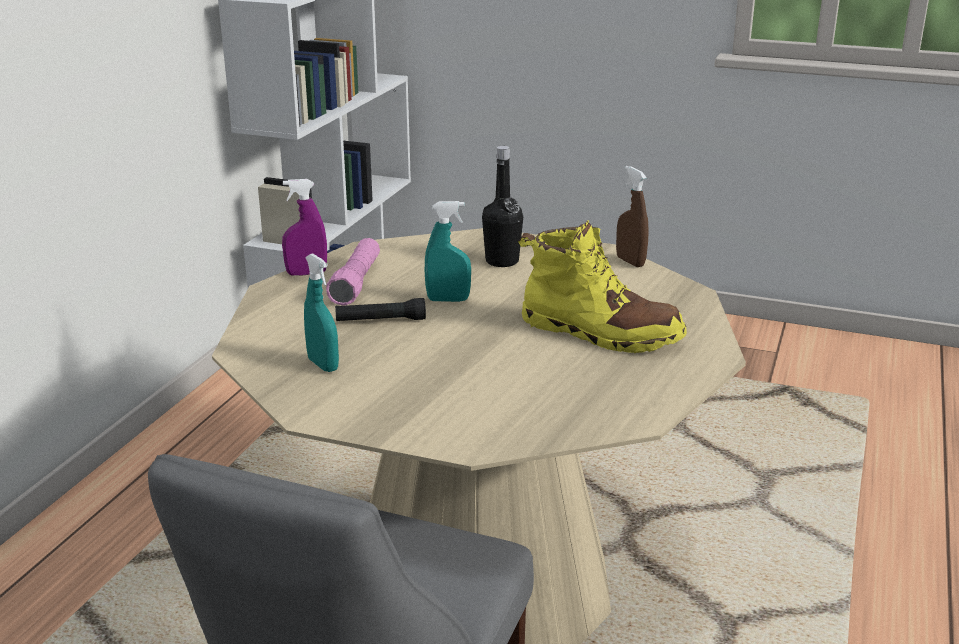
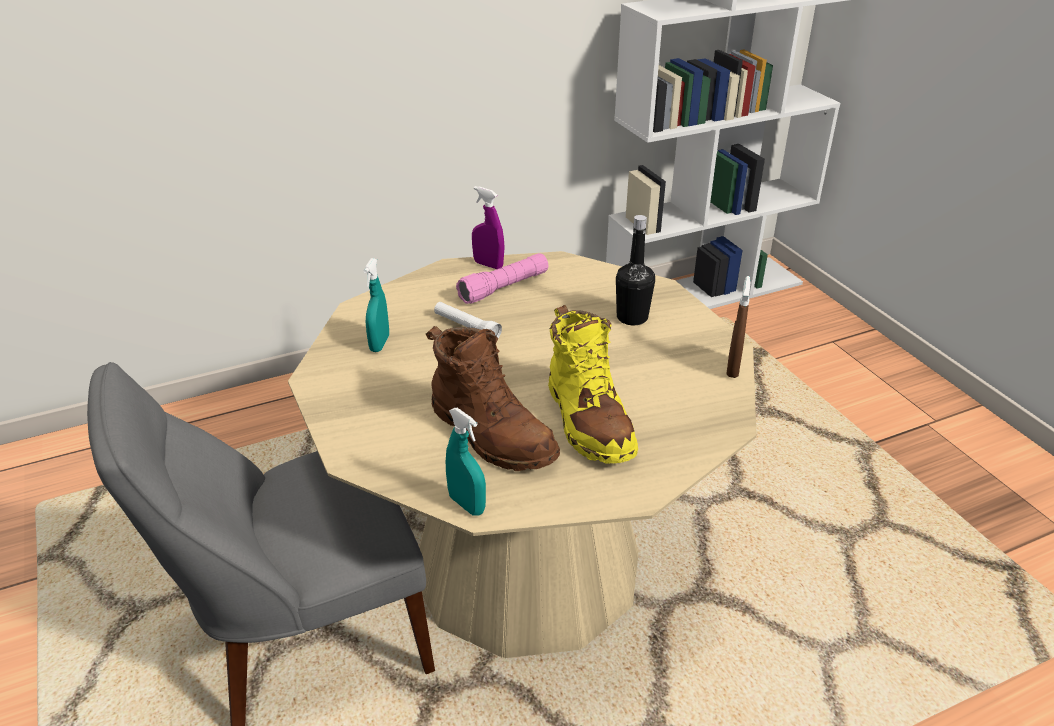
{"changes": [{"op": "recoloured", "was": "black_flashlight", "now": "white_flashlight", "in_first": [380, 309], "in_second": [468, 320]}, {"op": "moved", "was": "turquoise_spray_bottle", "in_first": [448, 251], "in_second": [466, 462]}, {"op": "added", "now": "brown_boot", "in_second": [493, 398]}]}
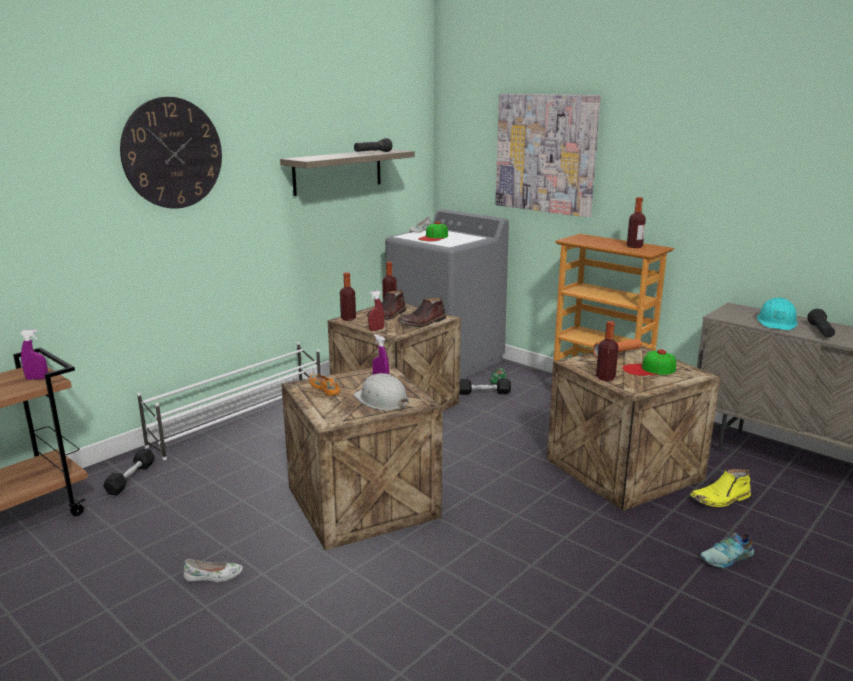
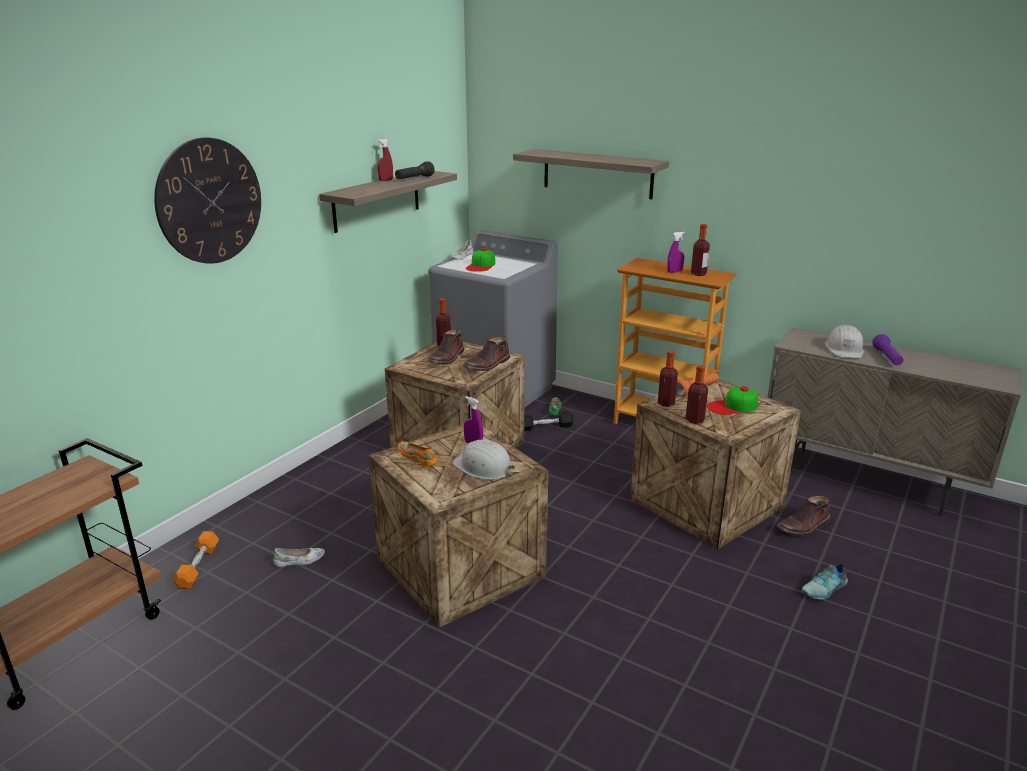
{"changes": [{"op": "moved", "was": "purple_spray_bottle", "in_first": [34, 355], "in_second": [676, 252]}, {"op": "recoloured", "was": "black_dumbbell", "now": "orange_dumbbell", "in_first": [129, 472], "in_second": [196, 560]}, {"op": "removed", "was": "white_shoe_rack", "in_first": [229, 401]}, {"op": "moved", "was": "white_shoe", "in_first": [213, 570], "in_second": [299, 557]}, {"op": "moved", "was": "bottle", "in_first": [348, 296], "in_second": [668, 378]}, {"op": "moved", "was": "red_spray_bottle", "in_first": [376, 311], "in_second": [385, 159]}, {"op": "replaced", "was": "picture", "now": "shelf", "in_first": [548, 155], "in_second": [591, 174]}, {"op": "recoloured", "was": "yellow_boot", "now": "brown_boot", "in_first": [720, 488], "in_second": [803, 516]}, {"op": "recoloured", "was": "turquoise_hard_hat", "now": "white_hard_hat", "in_first": [777, 313], "in_second": [844, 341]}, {"op": "recoloured", "was": "black_flashlight", "now": "purple_flashlight", "in_first": [821, 323], "in_second": [888, 349]}]}
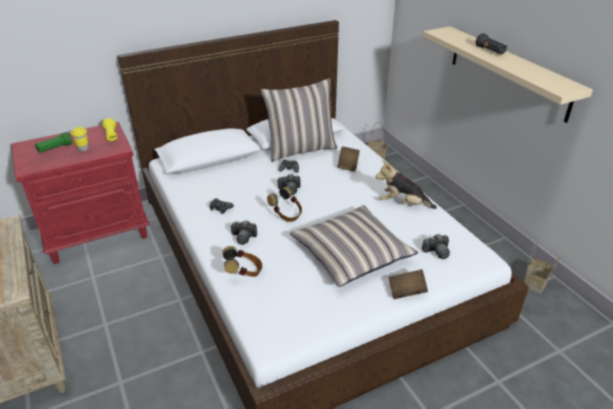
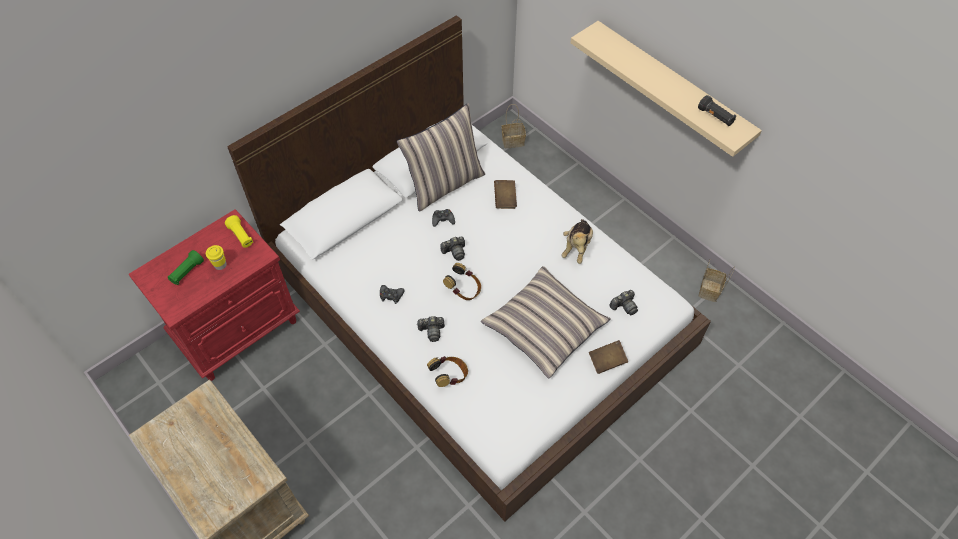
{"changes": [{"op": "turned", "was": "plush_toy", "in_first": [406, 184], "in_second": [577, 241], "clockwise": -75}, {"op": "moved", "was": "black_flashlight", "in_first": [491, 44], "in_second": [717, 110]}]}
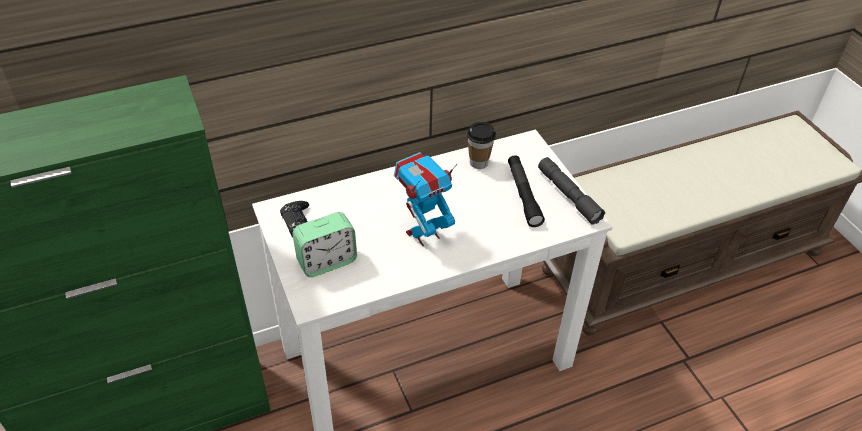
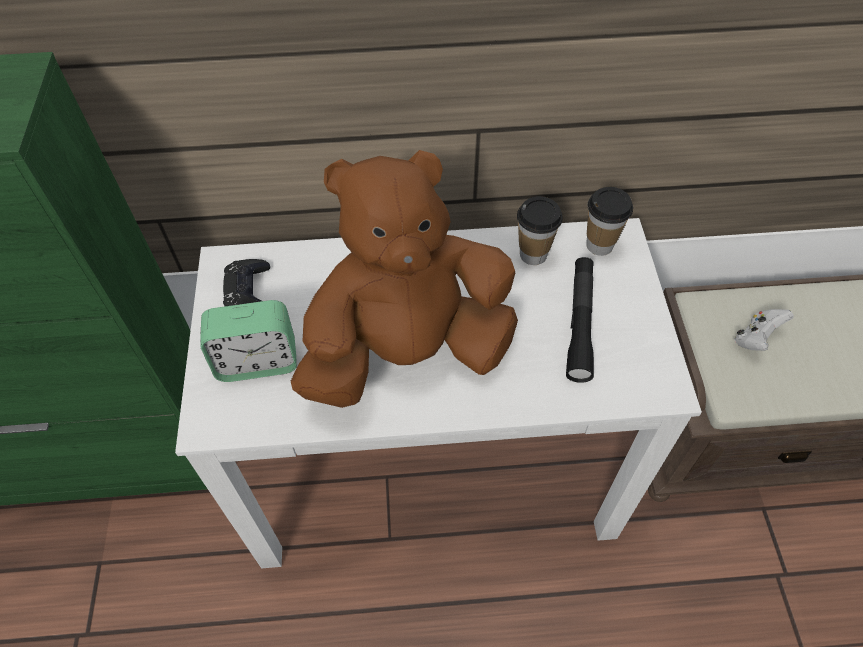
{"changes": [{"op": "replaced", "was": "toy_robot", "now": "brown_plush_toy", "in_first": [425, 199], "in_second": [404, 279]}, {"op": "removed", "was": "grey_flashlight", "in_first": [571, 191]}, {"op": "added", "now": "cup", "in_second": [609, 221]}, {"op": "added", "now": "white_game_controller", "in_second": [764, 330]}]}
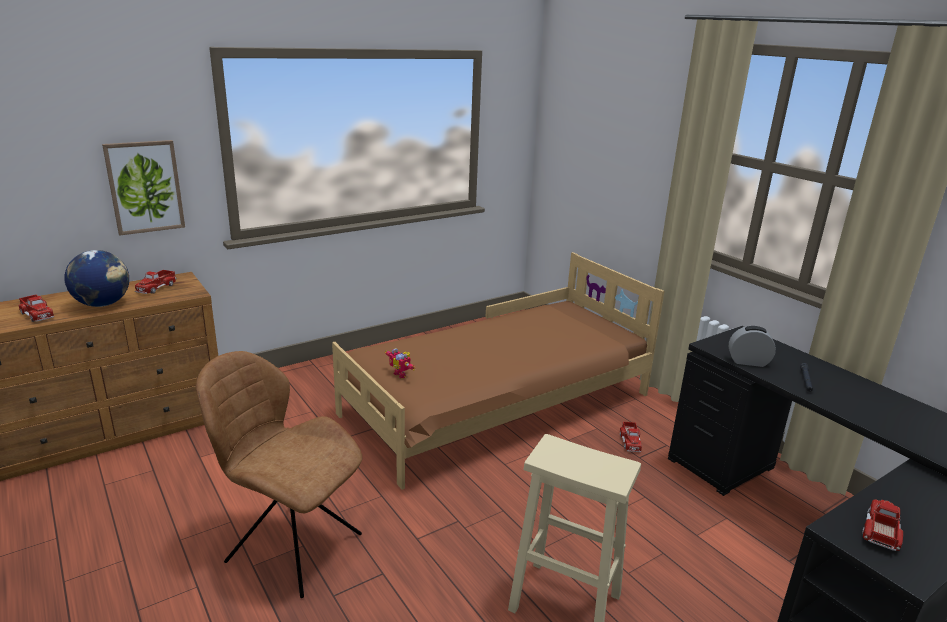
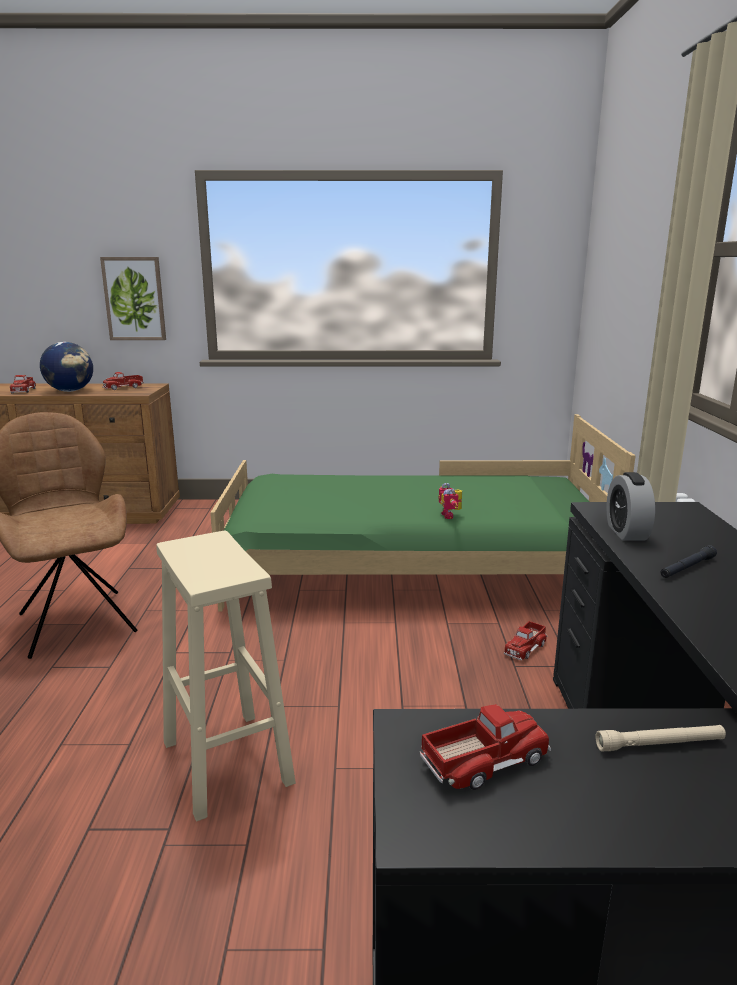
{"changes": [{"op": "recoloured", "was": "brown_bed", "now": "green_bed", "in_first": [498, 371], "in_second": [423, 513]}, {"op": "moved", "was": "toy_robot", "in_first": [400, 363], "in_second": [450, 501]}, {"op": "turned", "was": "alarm_clock", "in_first": [752, 346], "in_second": [631, 506], "clockwise": -135}, {"op": "added", "now": "beige_flashlight", "in_second": [660, 738]}]}
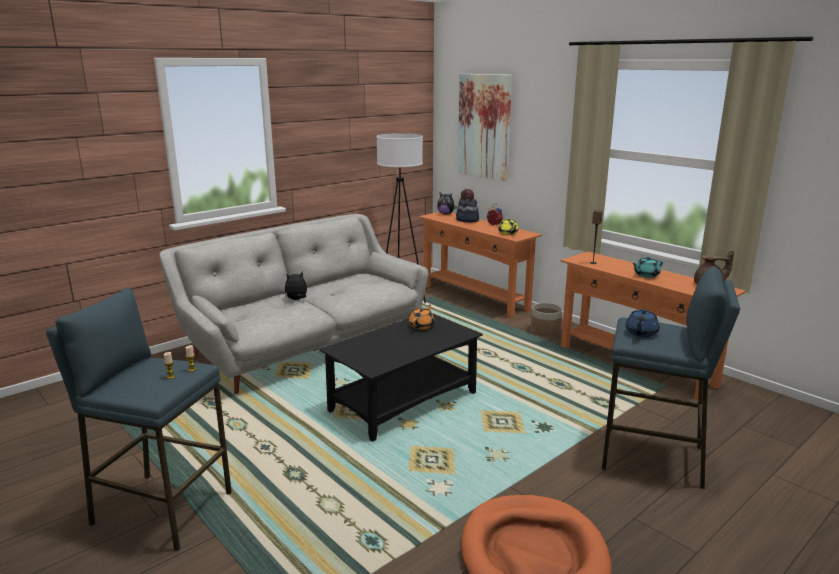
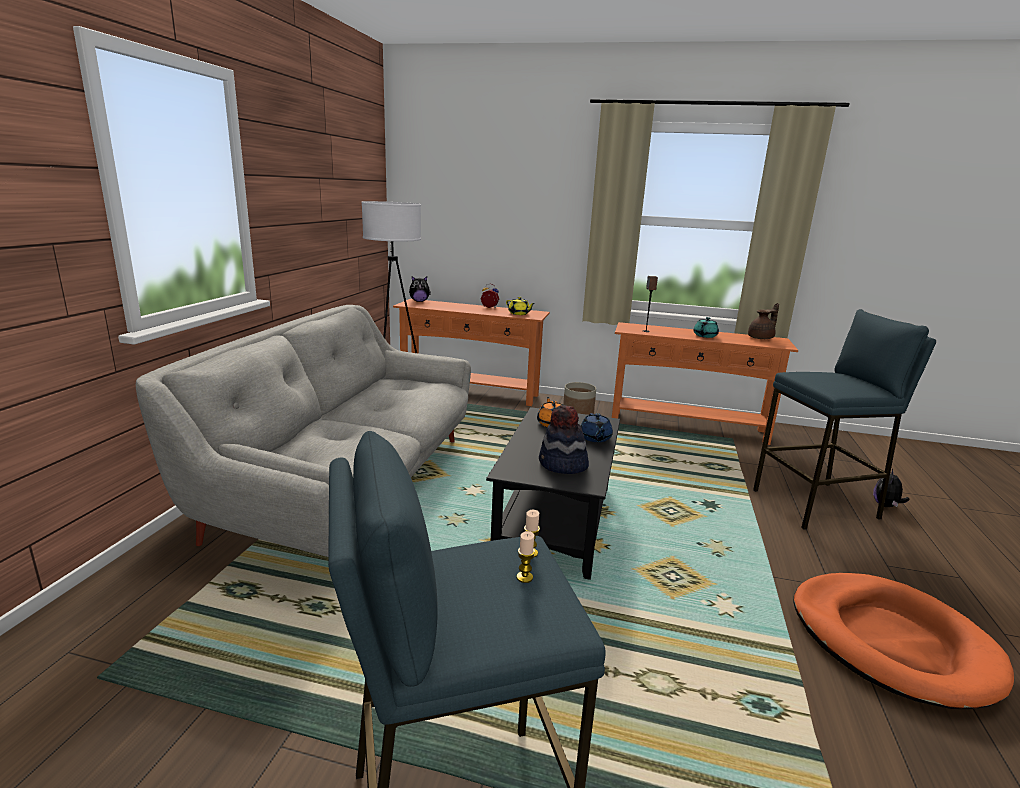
{"changes": [{"op": "moved", "was": "plush_toy", "in_first": [296, 285], "in_second": [891, 488]}, {"op": "moved", "was": "hat", "in_first": [467, 205], "in_second": [564, 439]}, {"op": "removed", "was": "picture", "in_first": [485, 127]}, {"op": "moved", "was": "blue_teapot", "in_first": [642, 323], "in_second": [596, 427]}]}
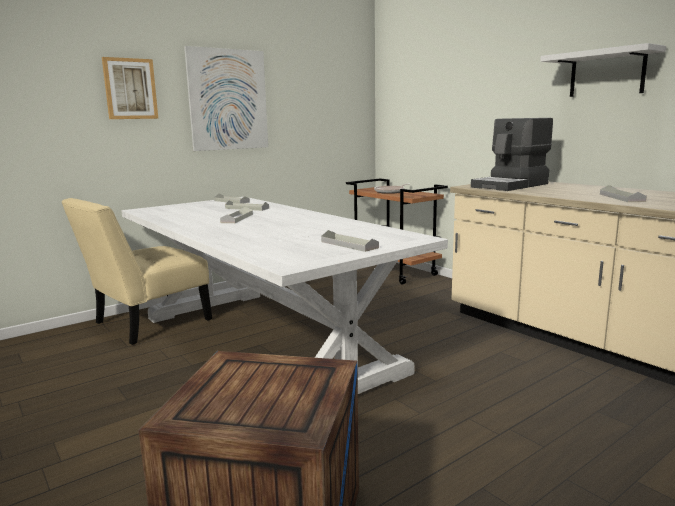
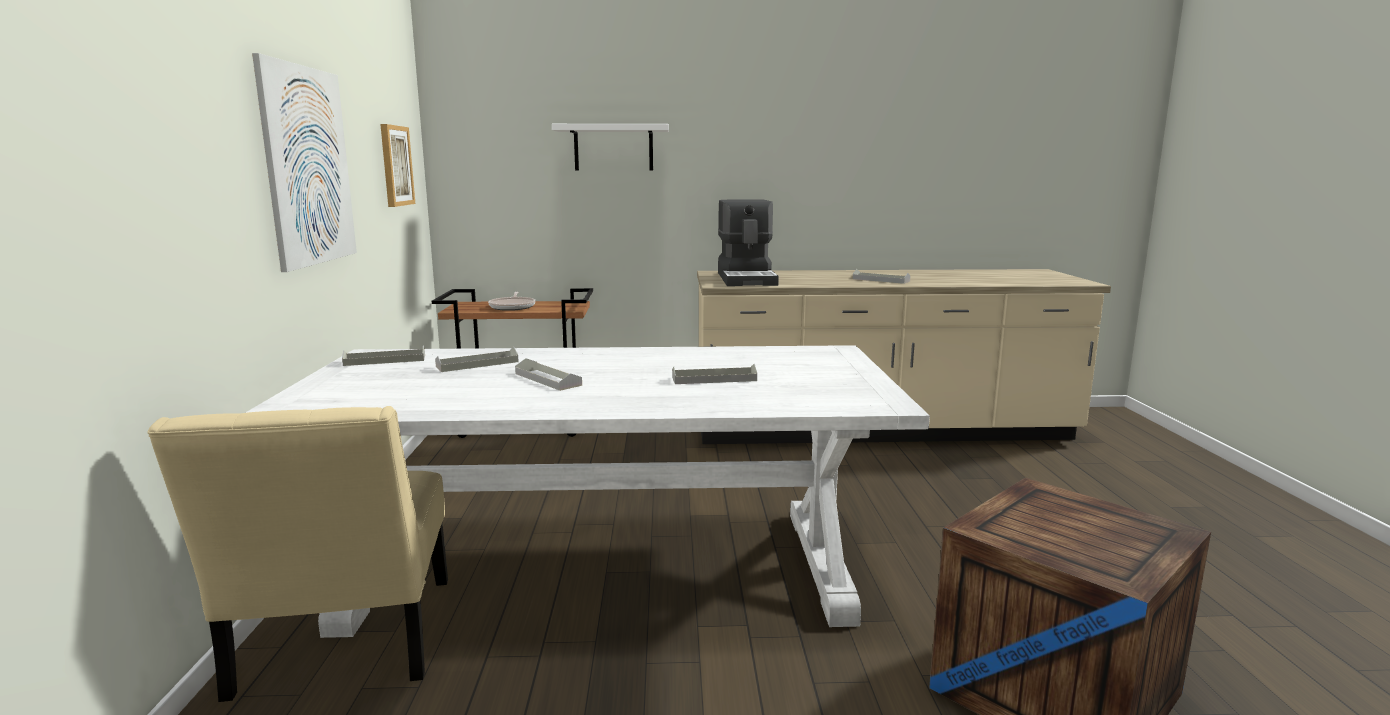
{"changes": [{"op": "moved", "was": "picture", "in_first": [130, 88], "in_second": [397, 165]}, {"op": "moved", "was": "grey_tray", "in_first": [350, 241], "in_second": [714, 374]}, {"op": "moved", "was": "white_shelf", "in_first": [603, 70], "in_second": [610, 147]}]}
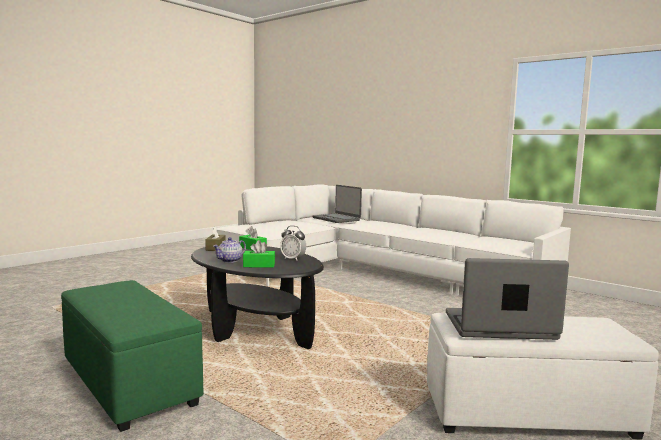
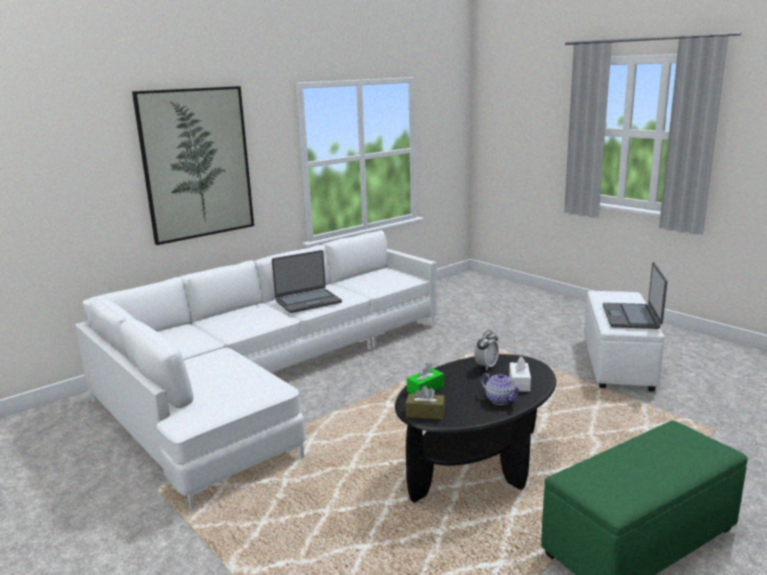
{"changes": [{"op": "recoloured", "was": "green_tissue_box", "now": "white_tissue_box", "in_first": [259, 254], "in_second": [520, 374]}, {"op": "moved", "was": "laptop", "in_first": [337, 204], "in_second": [307, 281]}, {"op": "added", "now": "picture", "in_second": [193, 165]}]}
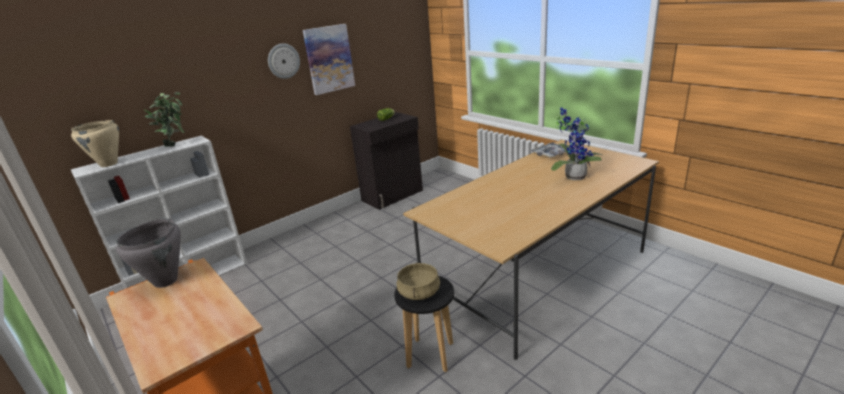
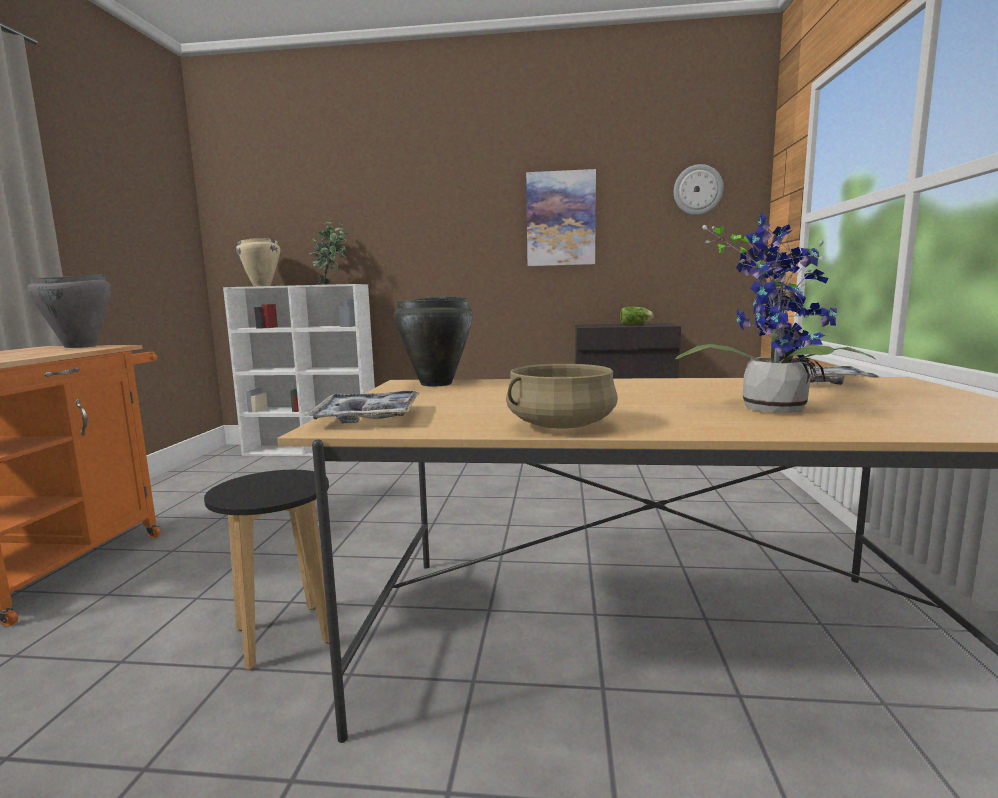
{"changes": [{"op": "moved", "was": "wall_clock", "in_first": [284, 61], "in_second": [698, 189]}, {"op": "moved", "was": "beige_cooking_pot", "in_first": [418, 281], "in_second": [562, 396]}, {"op": "added", "now": "tray", "in_second": [362, 407]}, {"op": "added", "now": "black_cooking_pot", "in_second": [433, 341]}]}
